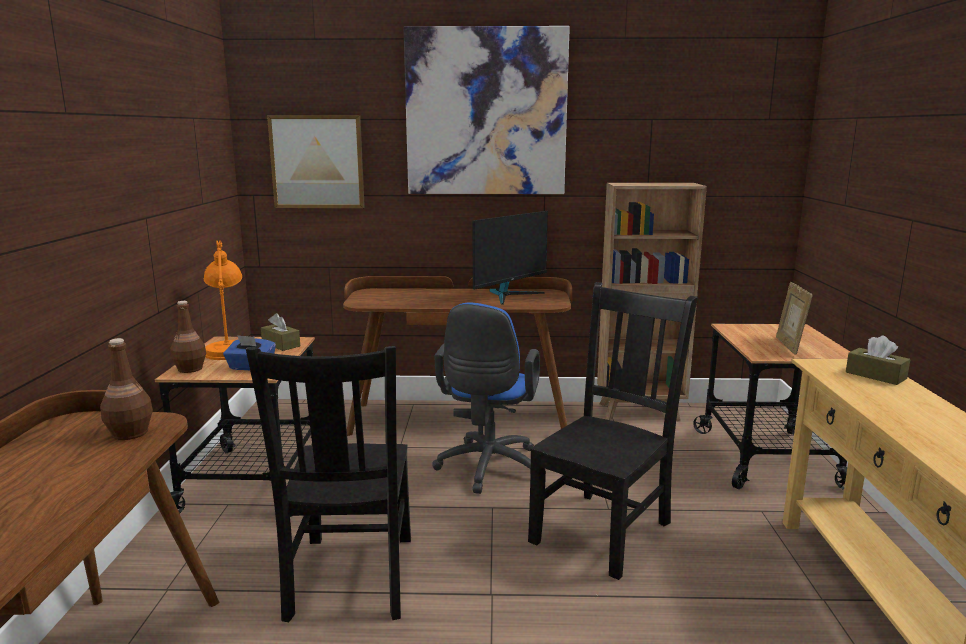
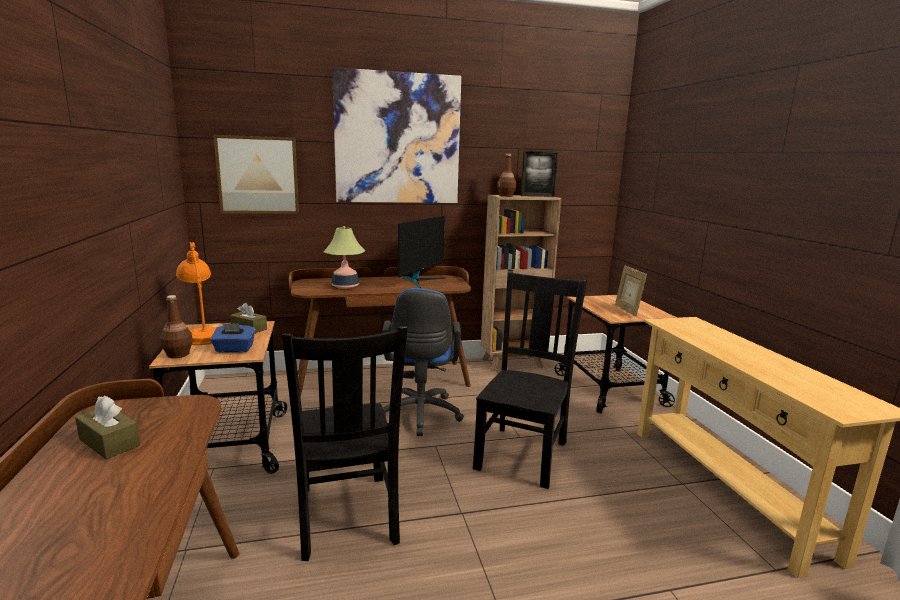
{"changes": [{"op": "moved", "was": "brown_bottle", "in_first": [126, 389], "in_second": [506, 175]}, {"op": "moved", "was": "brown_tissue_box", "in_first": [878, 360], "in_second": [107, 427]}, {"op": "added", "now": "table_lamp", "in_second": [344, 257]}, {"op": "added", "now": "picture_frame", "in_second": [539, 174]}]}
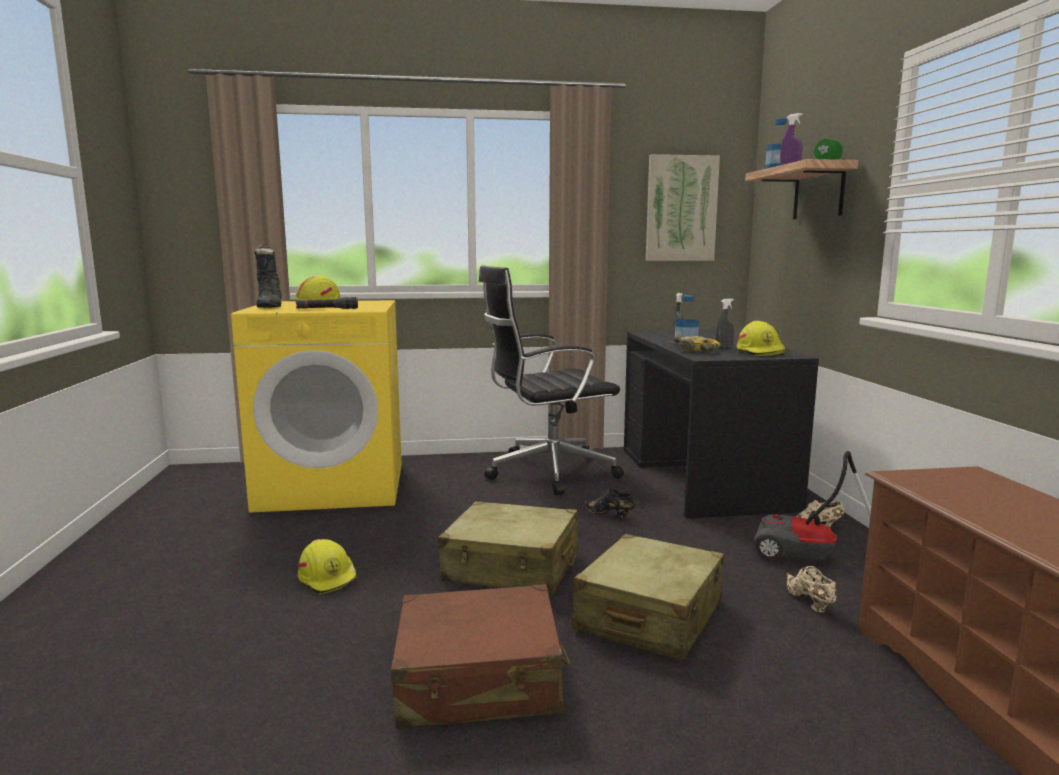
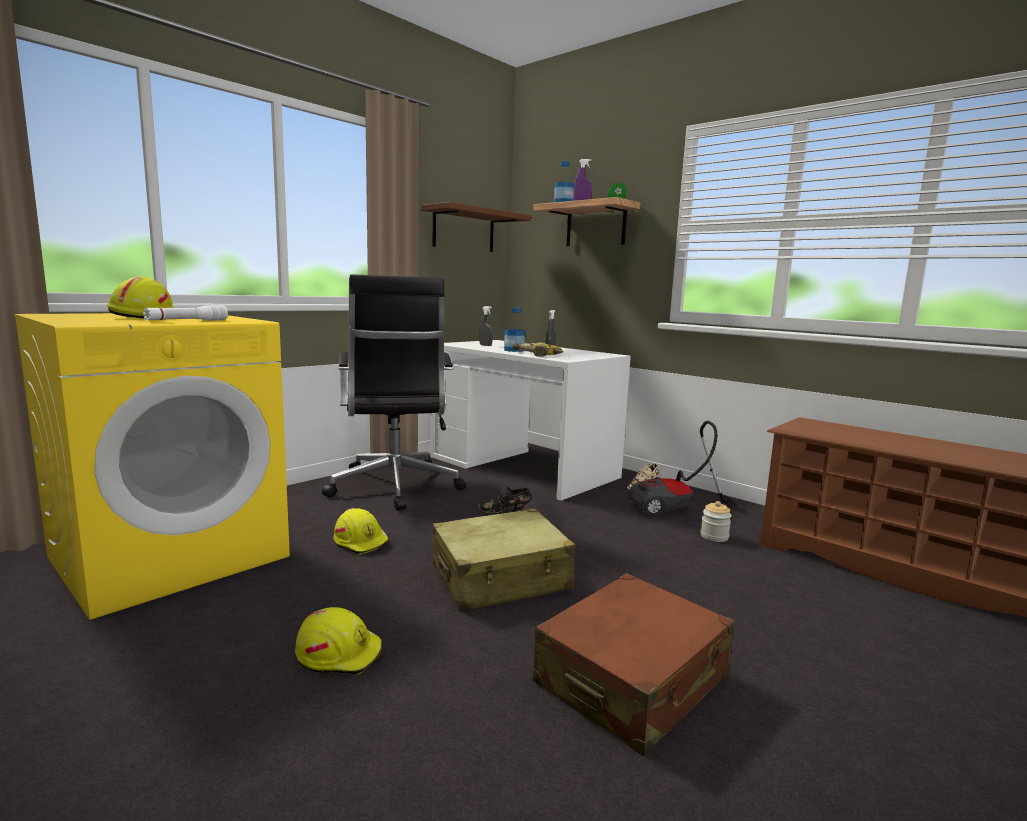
{"changes": [{"op": "removed", "was": "black_boot", "in_first": [268, 276]}, {"op": "recoloured", "was": "black_flashlight", "now": "white_flashlight", "in_first": [327, 303], "in_second": [185, 313]}, {"op": "turned", "was": "black_office_chair", "in_first": [551, 380], "in_second": [394, 392], "clockwise": -45}, {"op": "removed", "was": "beige_suitcase", "in_first": [648, 597]}, {"op": "recoloured", "was": "black_desk", "now": "white_desk", "in_first": [721, 424], "in_second": [530, 420]}, {"op": "replaced", "was": "picture", "now": "brown_shelf", "in_first": [683, 207], "in_second": [476, 227]}, {"op": "moved", "was": "yellow_hard_hat", "in_first": [761, 338], "in_second": [361, 531]}, {"op": "replaced", "was": "beige_shoe", "now": "jar", "in_first": [812, 589], "in_second": [716, 521]}]}
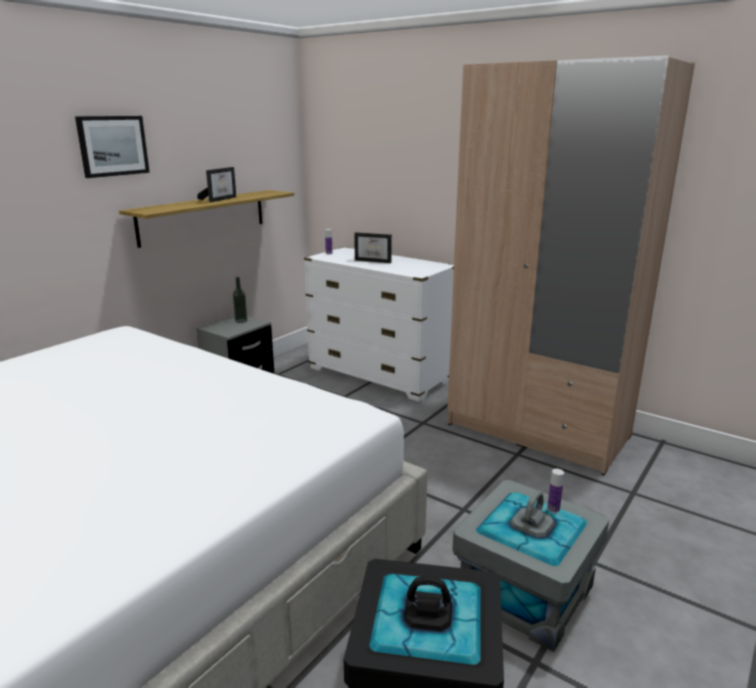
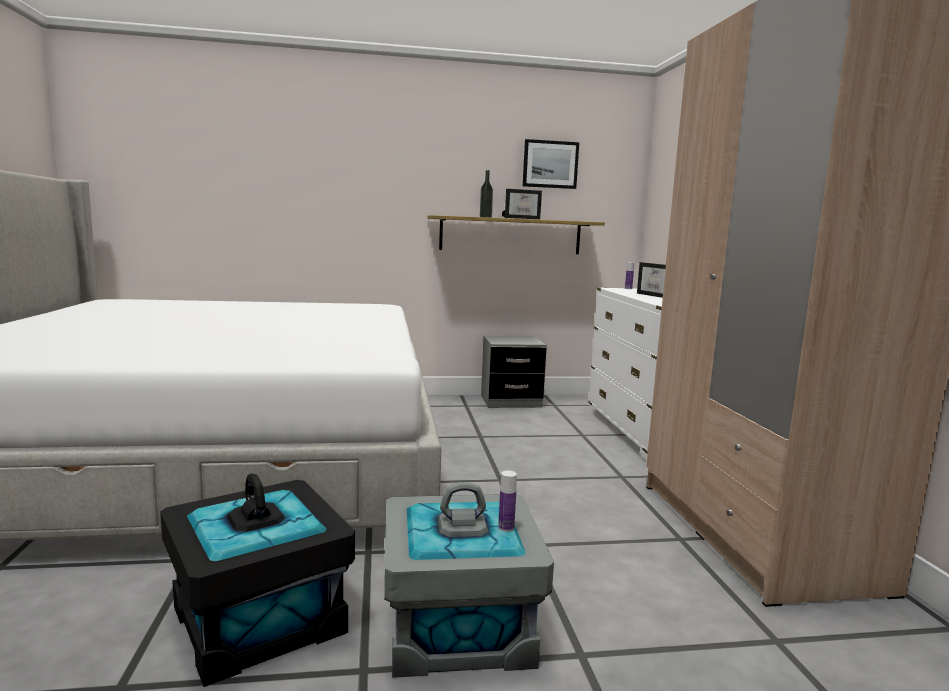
{"changes": [{"op": "moved", "was": "picture", "in_first": [112, 147], "in_second": [551, 164]}, {"op": "moved", "was": "bottle", "in_first": [240, 300], "in_second": [486, 194]}]}
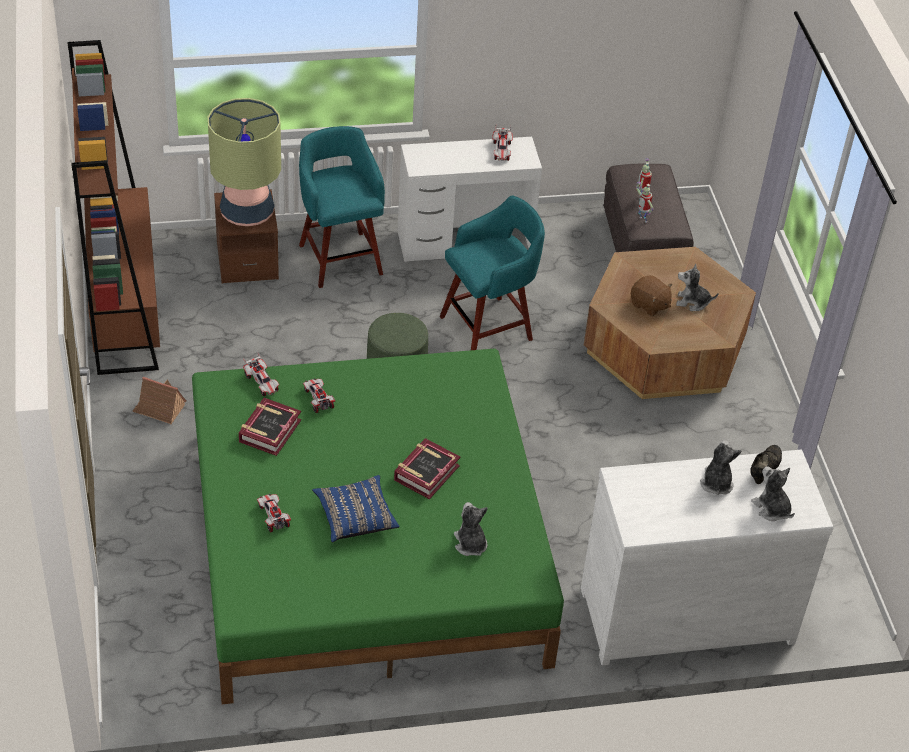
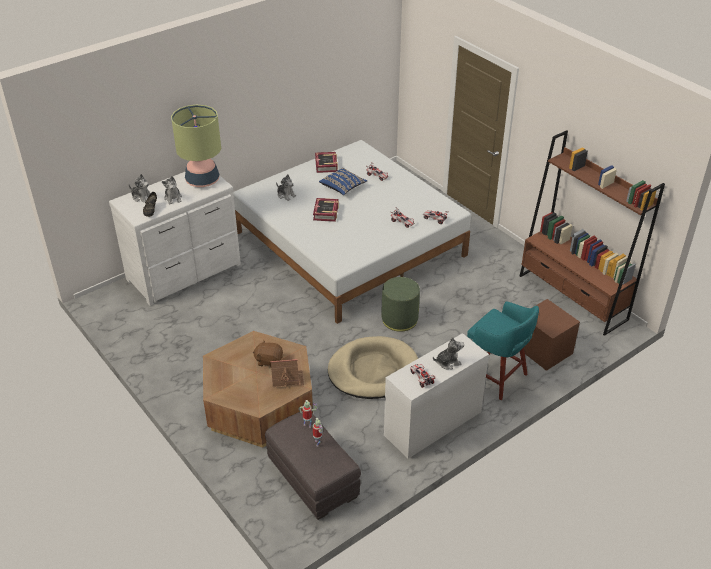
{"changes": [{"op": "moved", "was": "toy_house", "in_first": [159, 400], "in_second": [287, 373]}, {"op": "recoloured", "was": "green_bed", "now": "white_bed", "in_first": [378, 526], "in_second": [352, 232]}, {"op": "moved", "was": "table_lamp", "in_first": [244, 162], "in_second": [196, 146]}, {"op": "moved", "was": "book", "in_first": [270, 427], "in_second": [326, 162]}, {"op": "replaced", "was": "turquoise_stool", "now": "beige_dog_bed", "in_first": [492, 273], "in_second": [373, 367]}, {"op": "moved", "was": "plush_toy", "in_first": [697, 287], "in_second": [448, 353]}]}
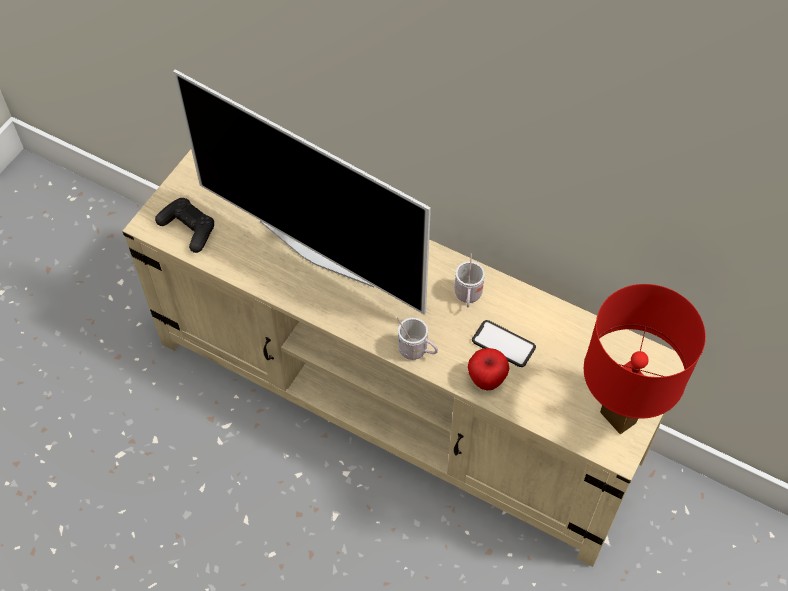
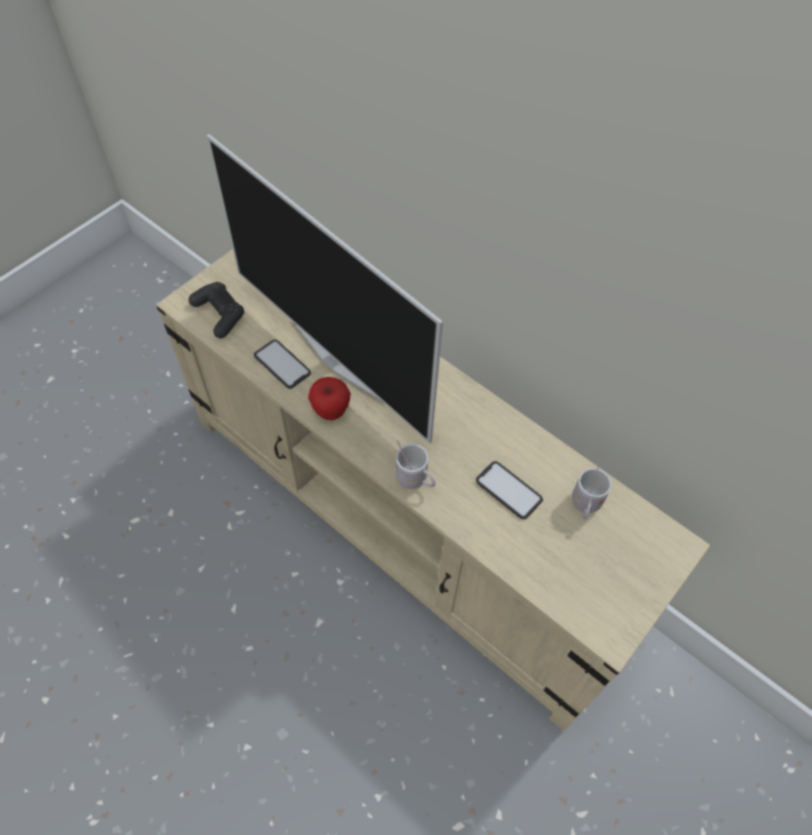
{"changes": [{"op": "moved", "was": "white_mug", "in_first": [469, 280], "in_second": [592, 489]}, {"op": "moved", "was": "apple", "in_first": [488, 369], "in_second": [329, 398]}, {"op": "removed", "was": "red_table_lamp", "in_first": [645, 359]}, {"op": "added", "now": "phone", "in_second": [282, 364]}]}
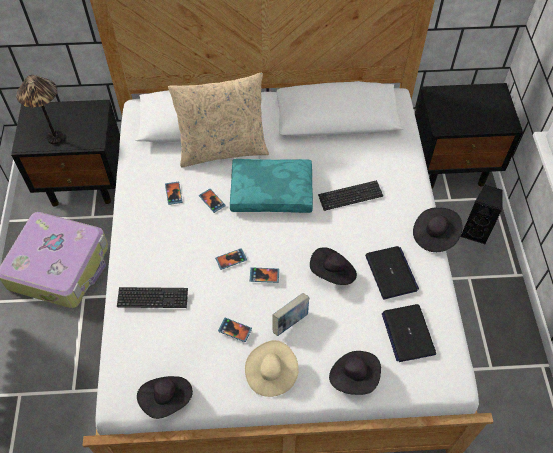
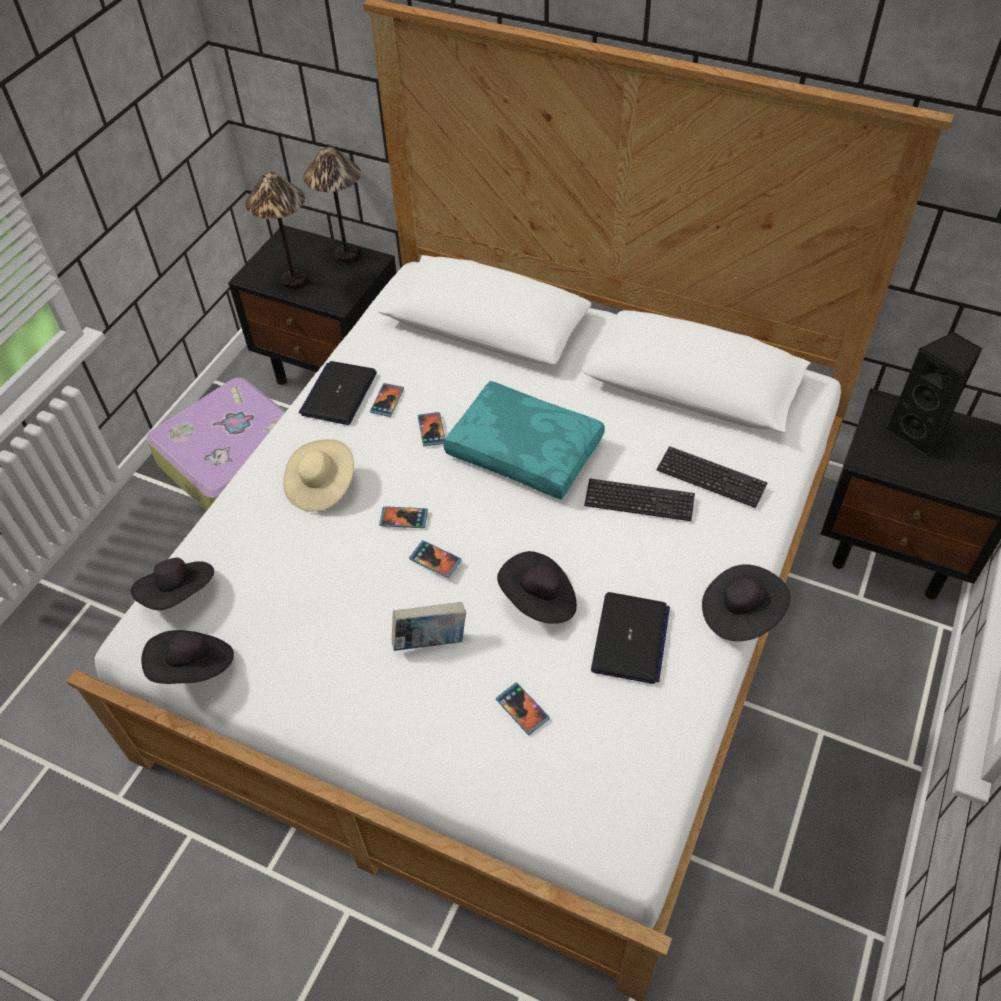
{"changes": [{"op": "moved", "was": "keyboard", "in_first": [152, 297], "in_second": [712, 477]}, {"op": "removed", "was": "beige_pillow", "in_first": [218, 120]}, {"op": "moved", "was": "phone", "in_first": [235, 330], "in_second": [523, 708]}, {"op": "moved", "was": "beige_hat", "in_first": [272, 368], "in_second": [318, 475]}, {"op": "moved", "was": "black_hat", "in_first": [355, 373], "in_second": [172, 583]}, {"op": "moved", "was": "laptop", "in_first": [409, 333], "in_second": [338, 393]}, {"op": "moved", "was": "black_speaker", "in_first": [481, 215], "in_second": [934, 394]}, {"op": "added", "now": "table_lamp", "in_second": [332, 205]}]}
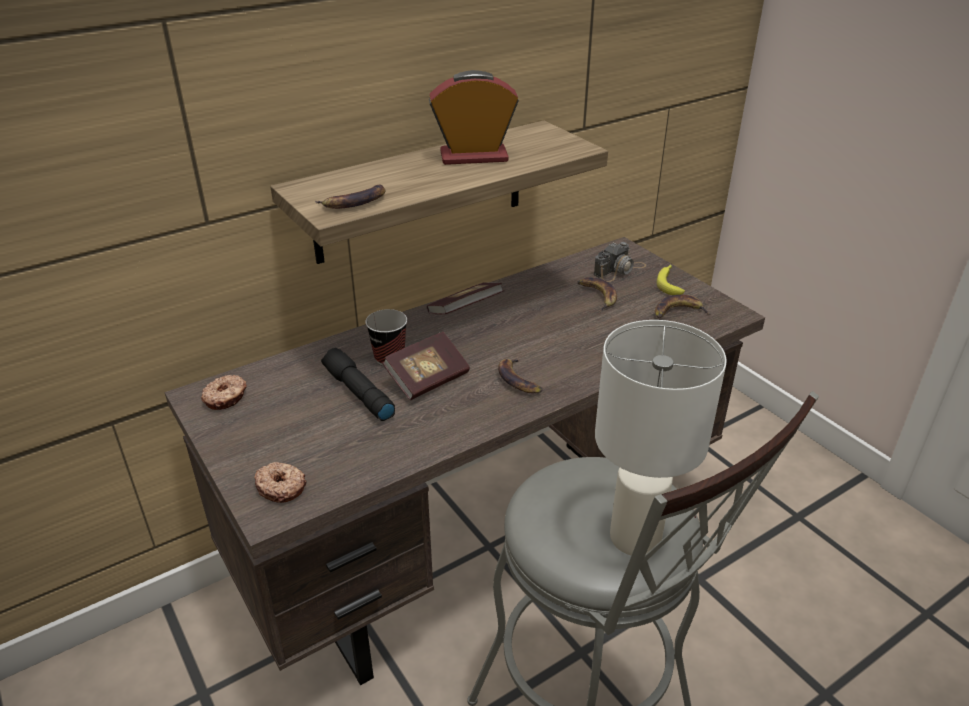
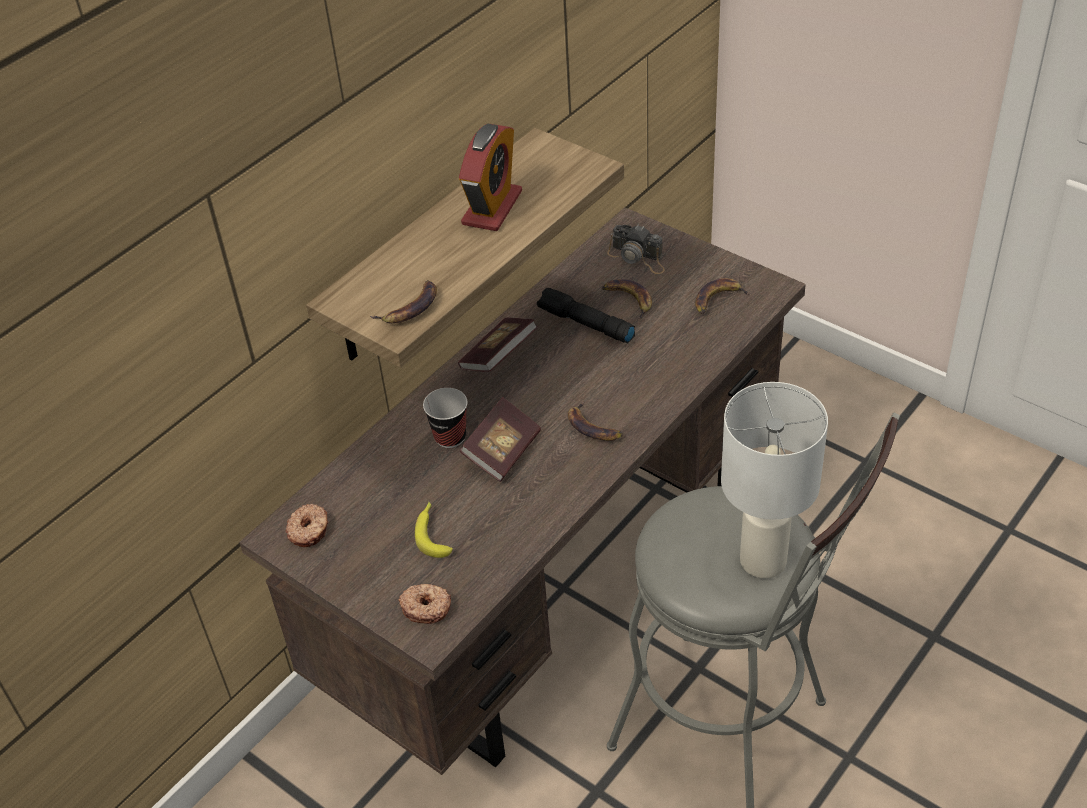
{"changes": [{"op": "moved", "was": "black_flashlight", "in_first": [358, 384], "in_second": [586, 315]}, {"op": "turned", "was": "alarm_clock", "in_first": [474, 117], "in_second": [490, 177], "clockwise": 135}, {"op": "turned", "was": "photo_camera", "in_first": [620, 262], "in_second": [636, 249], "clockwise": 90}, {"op": "moved", "was": "banana", "in_first": [671, 279], "in_second": [434, 530]}]}
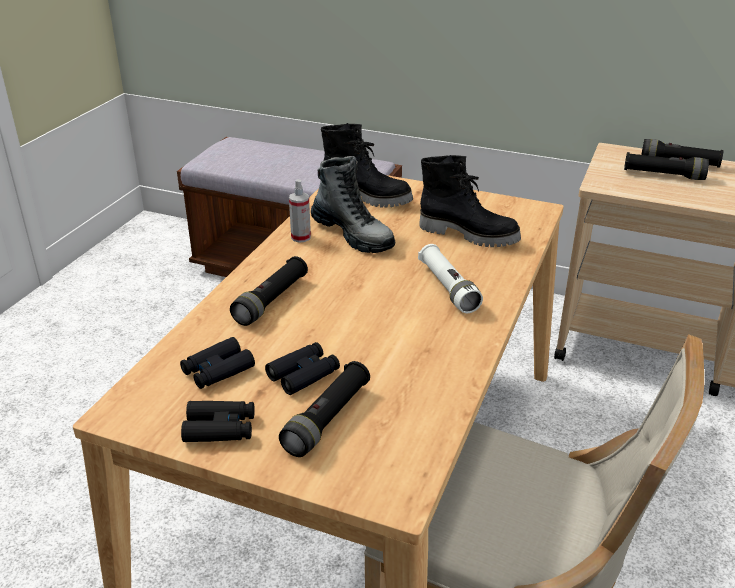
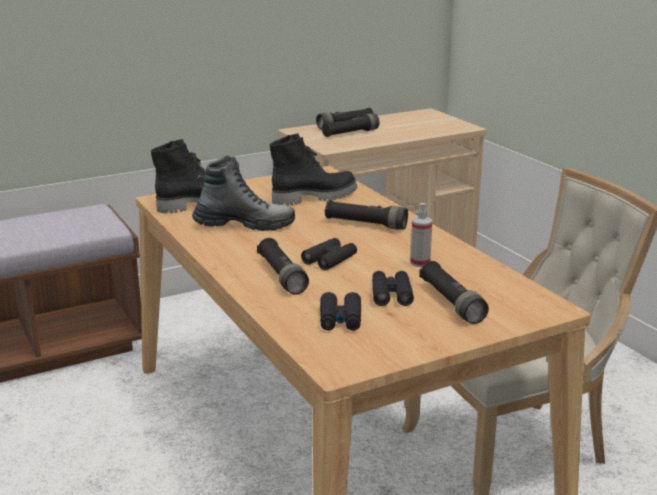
{"changes": [{"op": "moved", "was": "black_binoculars", "in_first": [218, 421], "in_second": [329, 254]}, {"op": "moved", "was": "spray_bottle", "in_first": [300, 211], "in_second": [421, 235]}, {"op": "recoloured", "was": "white_flashlight", "now": "black_flashlight", "in_first": [450, 278], "in_second": [366, 215]}]}
